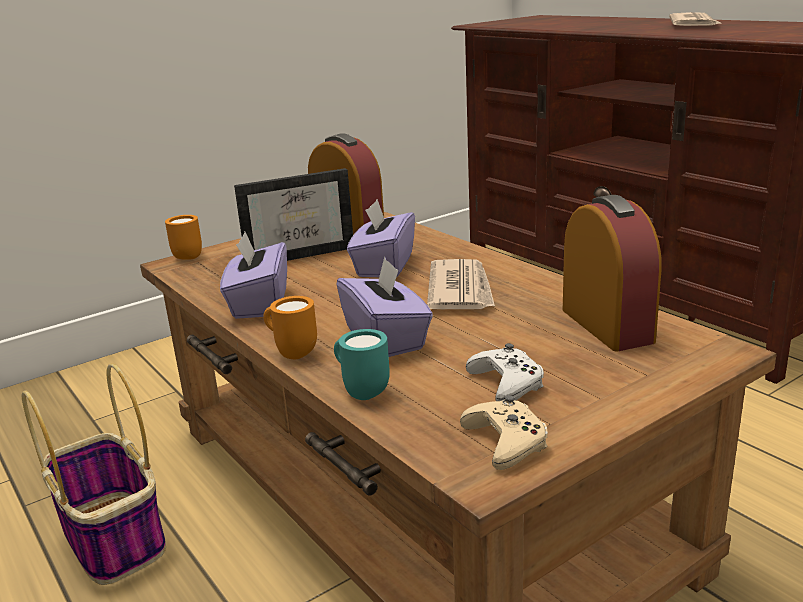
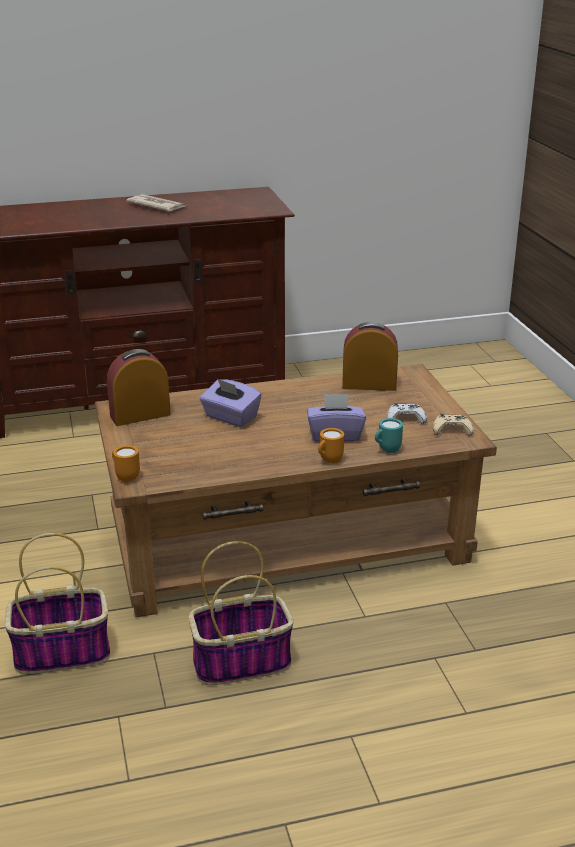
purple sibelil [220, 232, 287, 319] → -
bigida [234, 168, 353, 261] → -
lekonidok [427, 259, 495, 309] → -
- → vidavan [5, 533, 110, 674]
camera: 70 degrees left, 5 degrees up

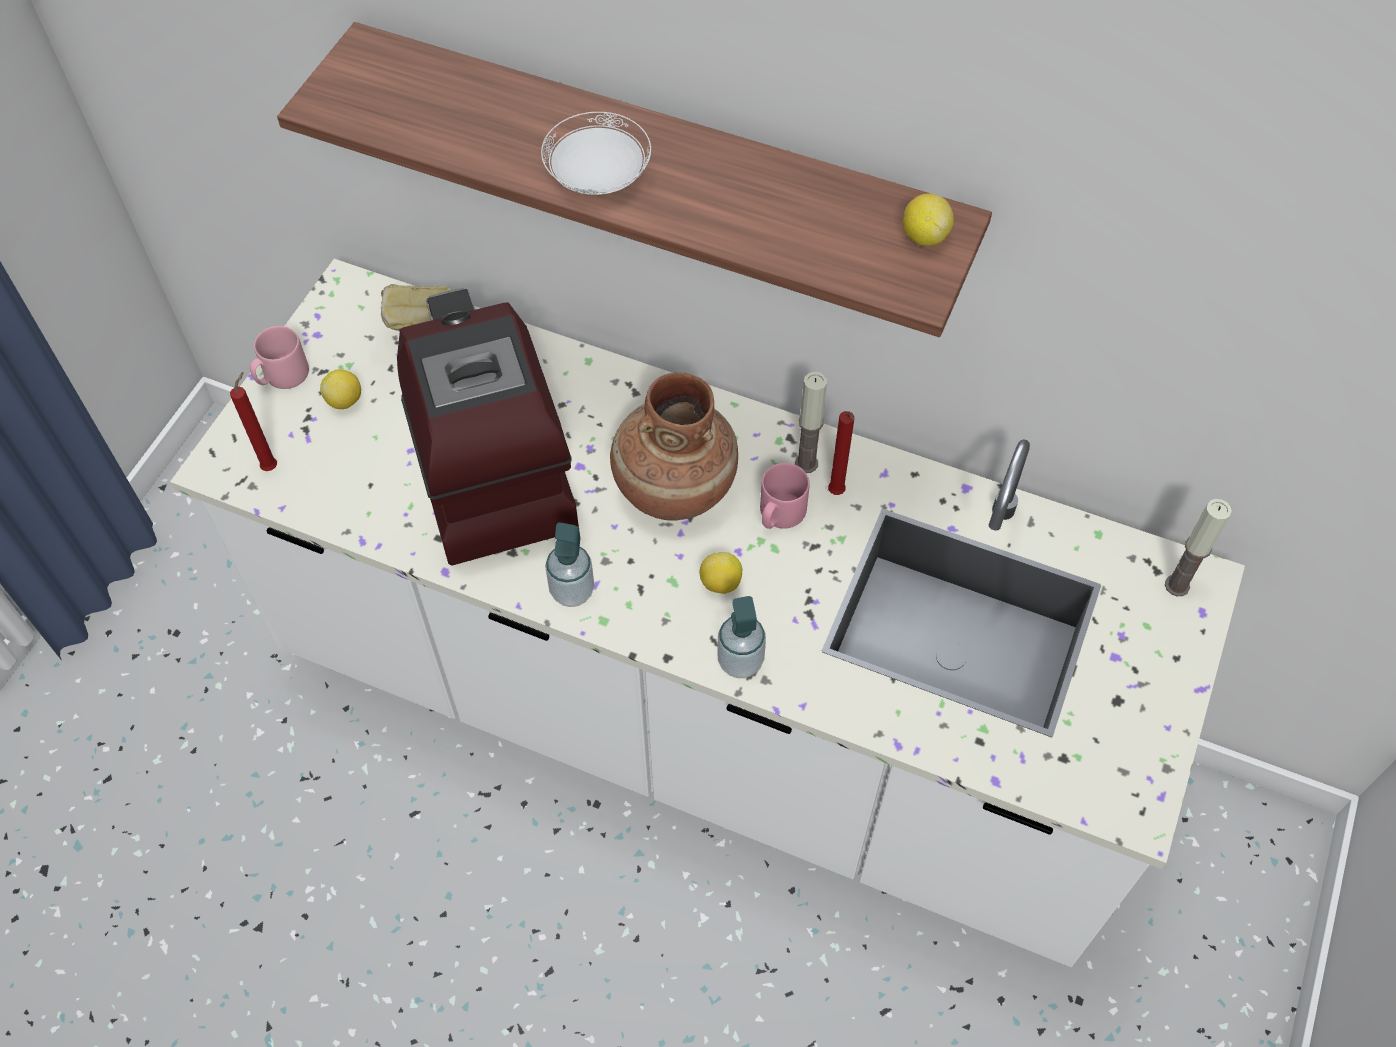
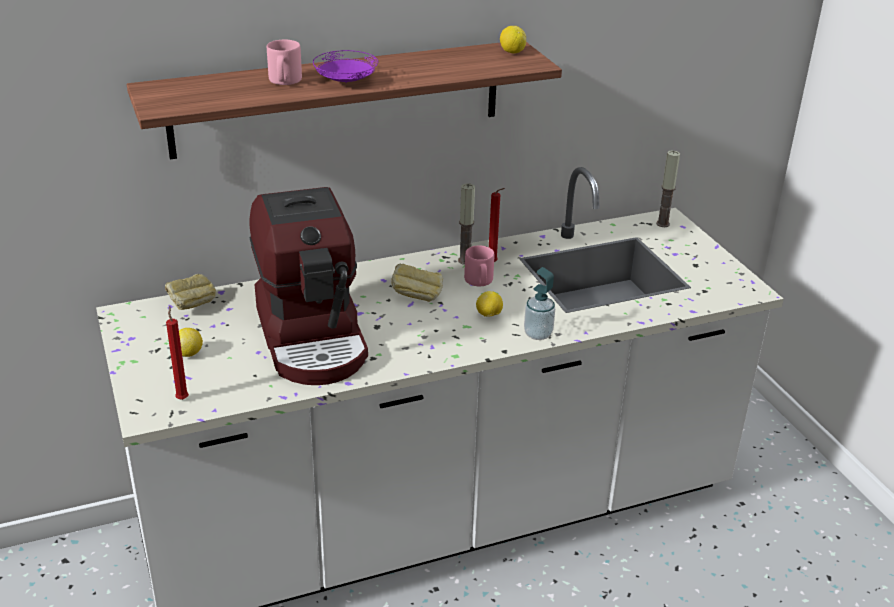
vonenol [545, 522, 594, 607] → -
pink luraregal [250, 326, 309, 389] → pink luraregal [267, 40, 302, 85], shifted
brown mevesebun [610, 372, 738, 521] → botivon [391, 264, 443, 302]
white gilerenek [541, 112, 651, 195] → purple gilerenek [313, 50, 378, 83]
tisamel [397, 288, 579, 565] → tisamel [250, 187, 368, 385], 135 degrees counterclockwise
camera: 45 degrees left, 25 degrees down

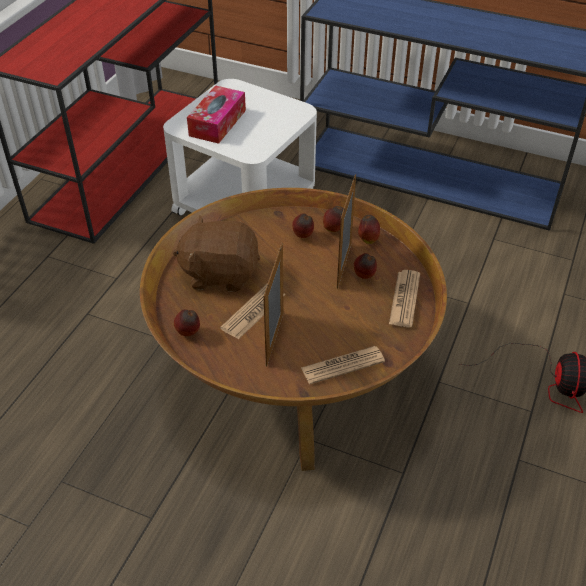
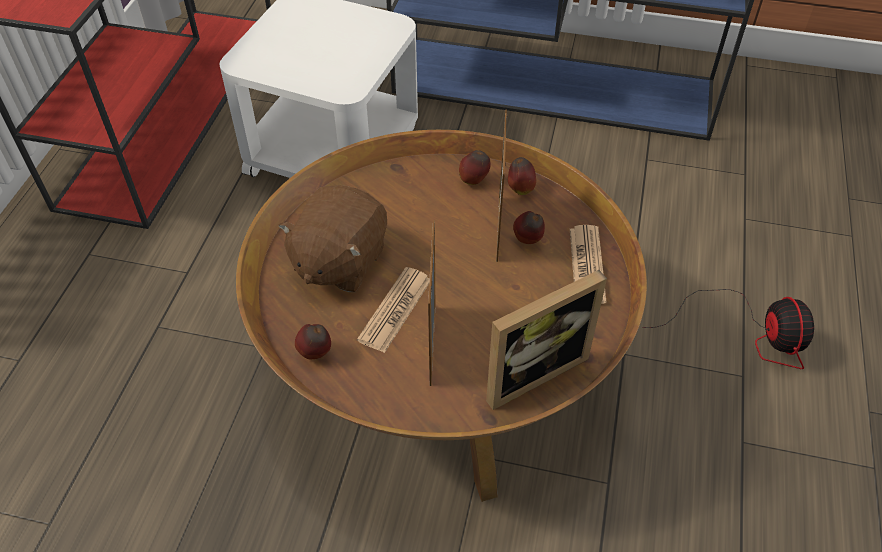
sibelil [187, 85, 246, 144] → -
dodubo [292, 213, 314, 238] → -
lekonidok [301, 346, 385, 384] → bigida [486, 270, 607, 410]
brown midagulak [172, 215, 260, 292] → brown midagulak [278, 185, 387, 292], 60 degrees counterclockwise
camera: 10 degrees left, 5 degrees up

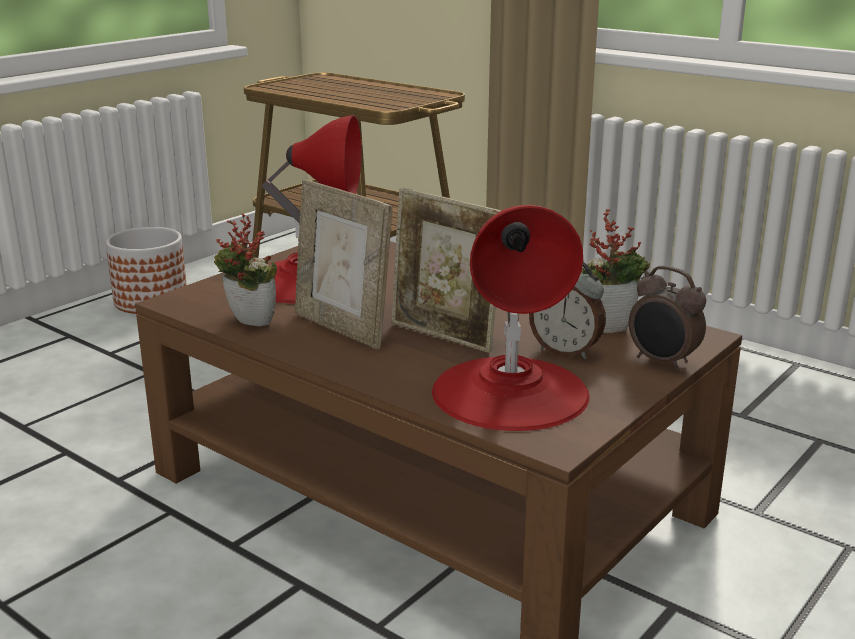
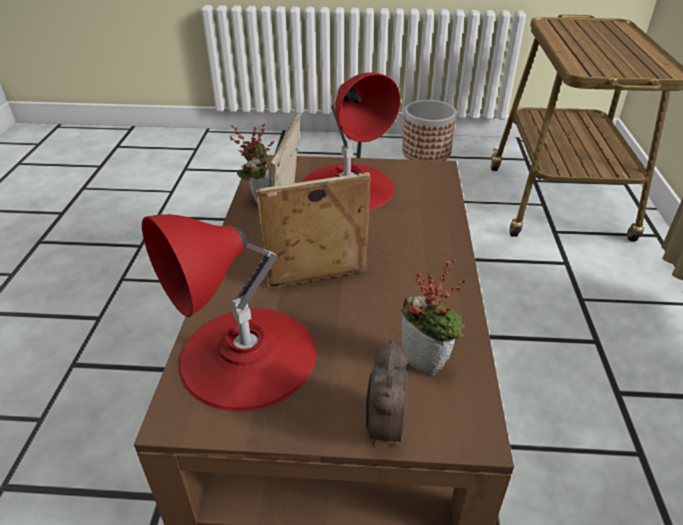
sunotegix [529, 261, 606, 359] → -
bigida [392, 188, 502, 353] → bigida [256, 172, 370, 288], 75 degrees clockwise
camera: 55 degrees right, 15 degrees up

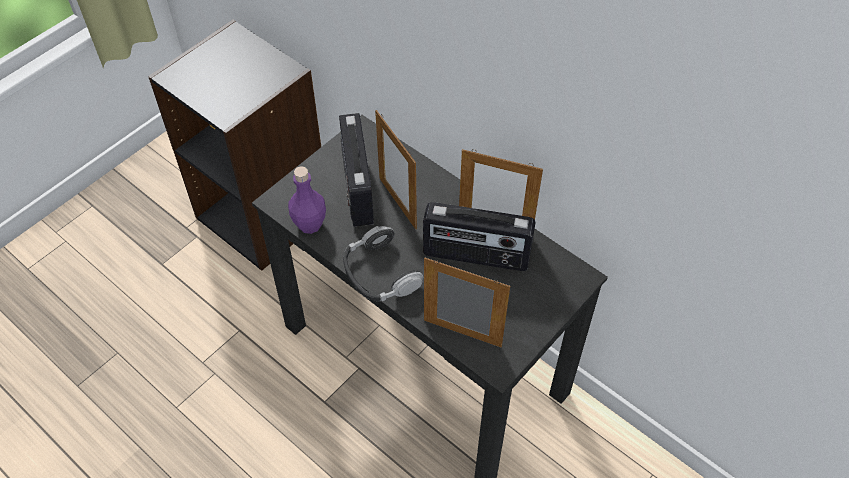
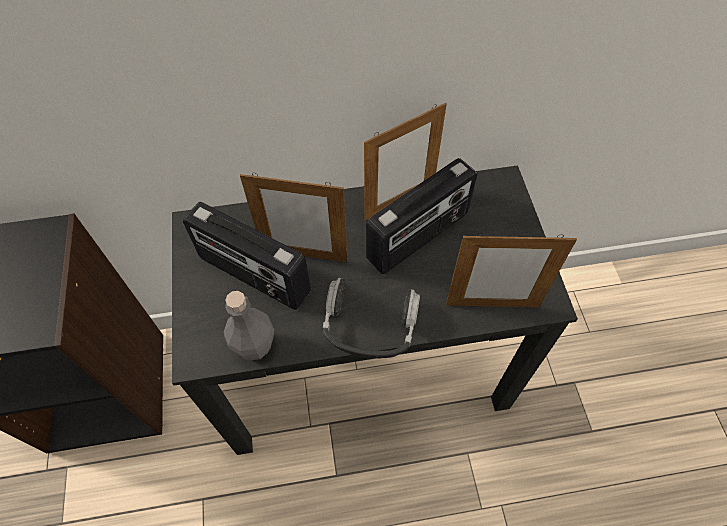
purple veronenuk [288, 166, 326, 234] → grey veronenuk [224, 291, 274, 360]
bigida [424, 257, 510, 347] → bigida [446, 233, 577, 307], 150 degrees counterclockwise
camera: 50 degrees left, 5 degrees up

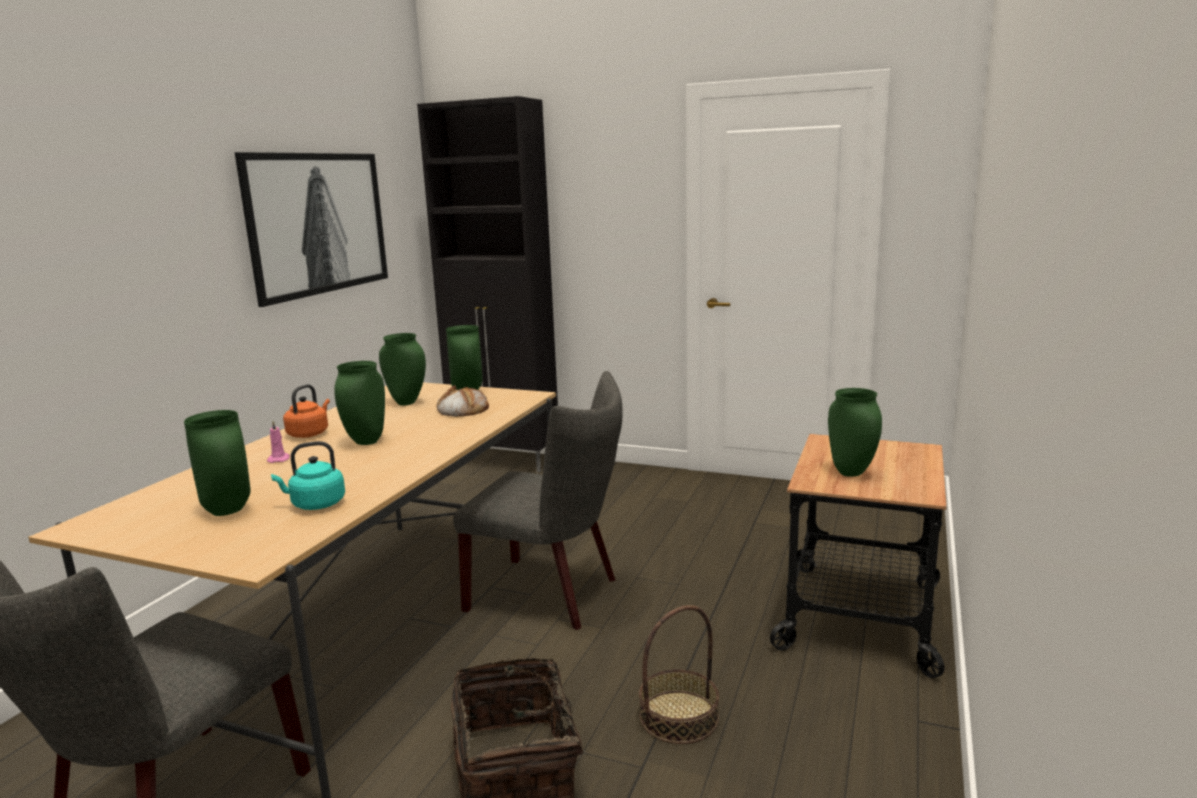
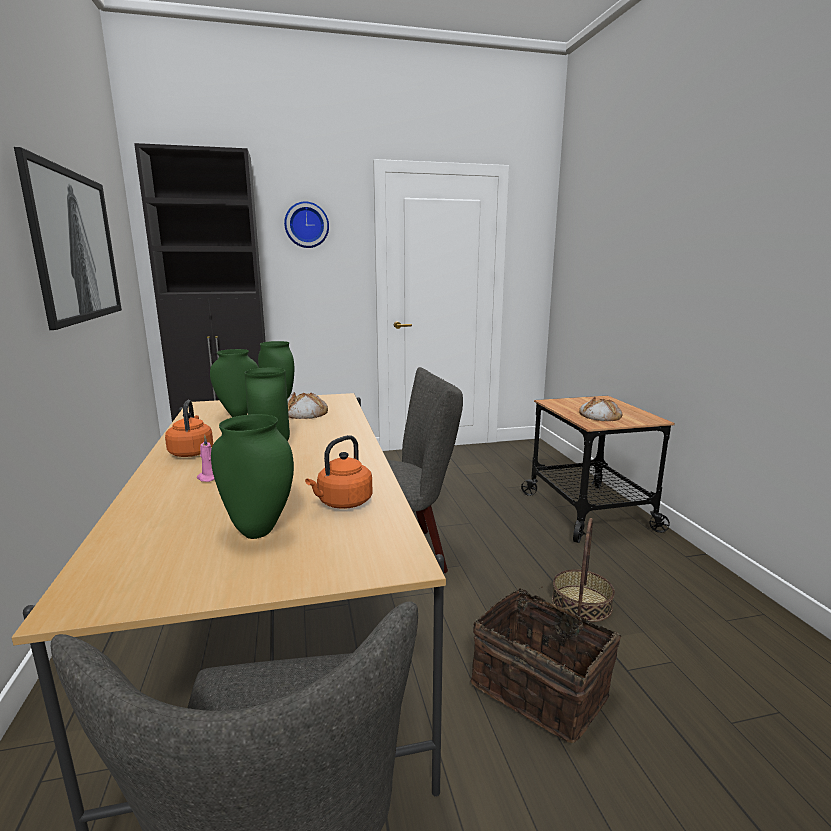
- → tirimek [284, 201, 329, 248]
green mevesebun [828, 388, 882, 477] → botivon [579, 397, 622, 421]
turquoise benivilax [271, 441, 345, 510] → orange benivilax [305, 435, 373, 509]
camera: 35 degrees left, 0 degrees up

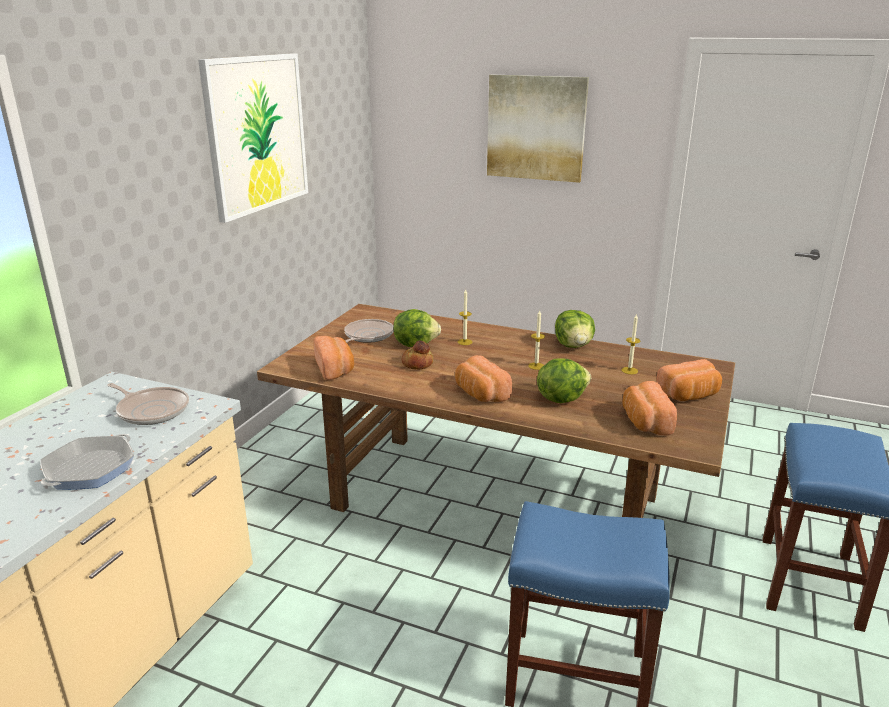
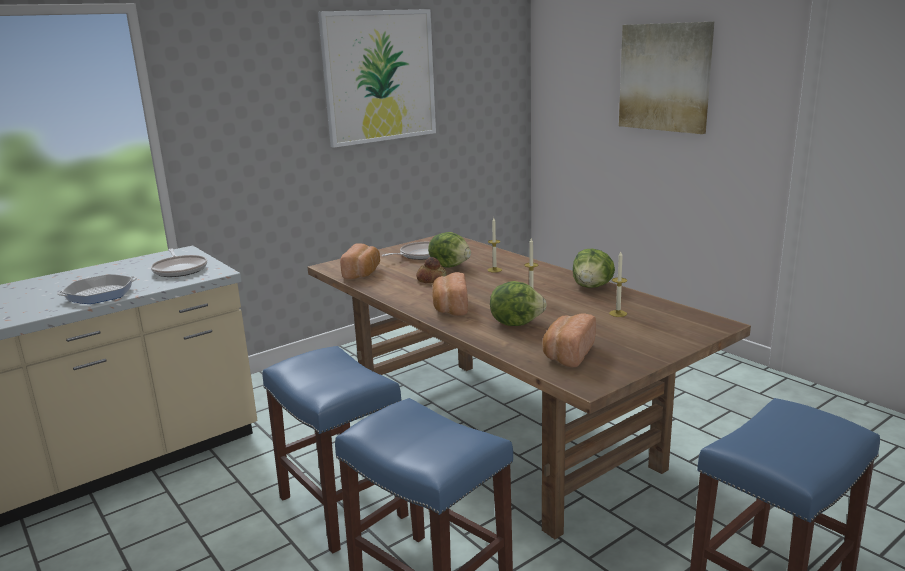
botivon [656, 359, 722, 401] → -
- → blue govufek [263, 346, 409, 554]
camera: 30 degrees right, 5 degrees down

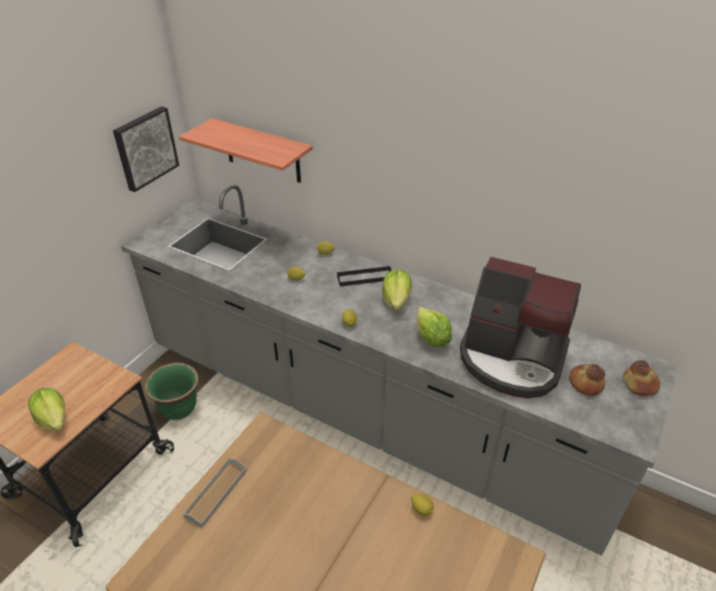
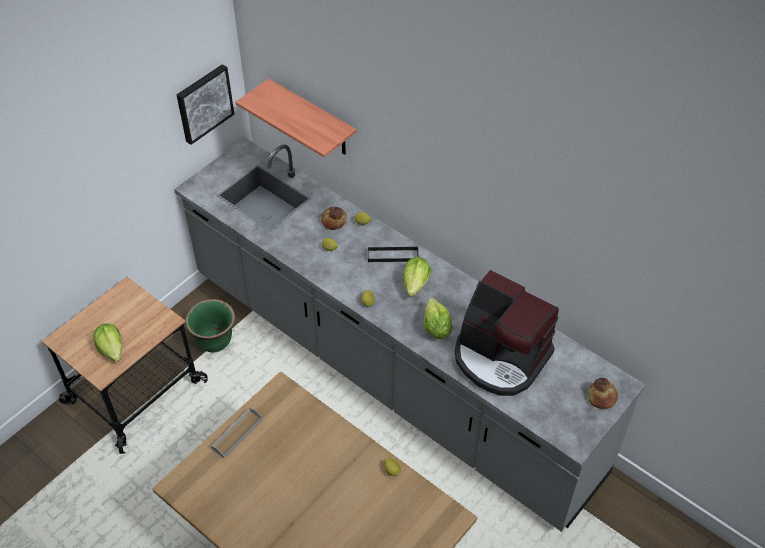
botivon [569, 364, 605, 396] → botivon [321, 207, 347, 230], shifted
camera: 10 degrees right, 10 degrees up

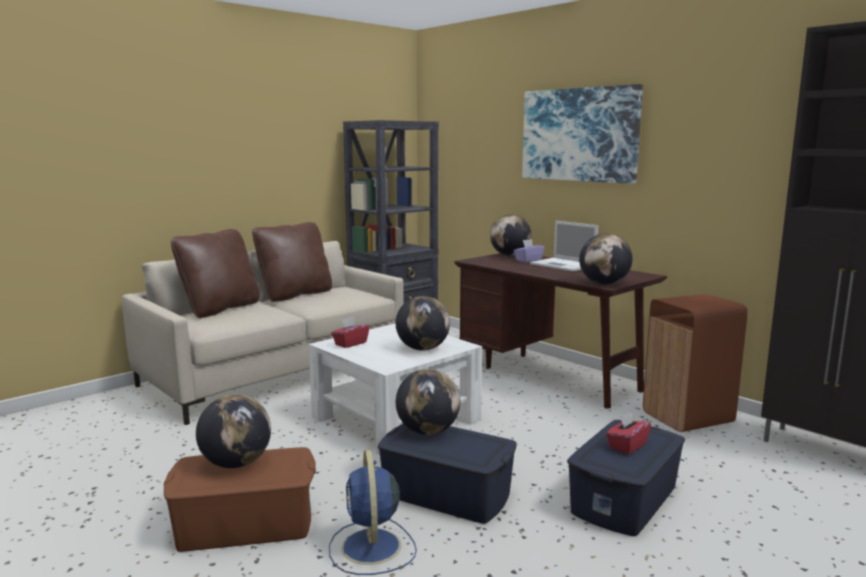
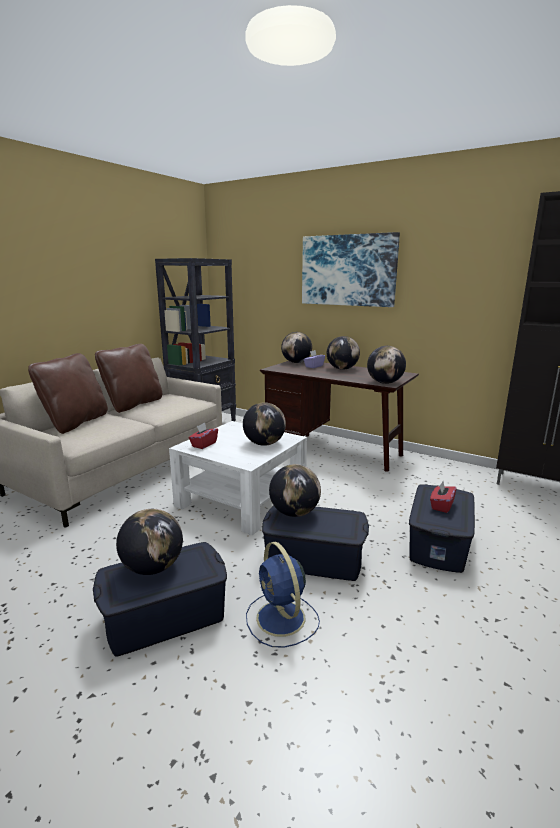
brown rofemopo [643, 294, 748, 432] → -
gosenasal [530, 221, 598, 272] → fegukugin [327, 336, 360, 370]
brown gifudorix [164, 447, 316, 552] → blue gifudorix [93, 542, 227, 657]
camera: 15 degrees left, 5 degrees up

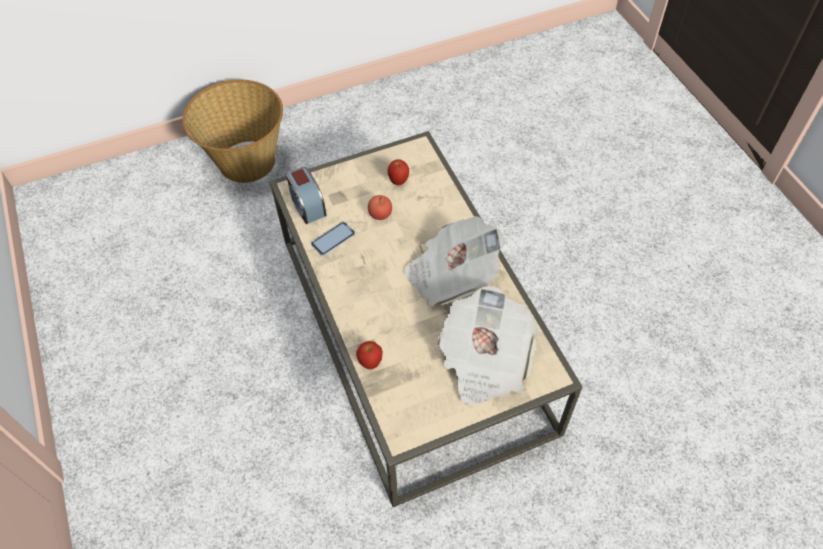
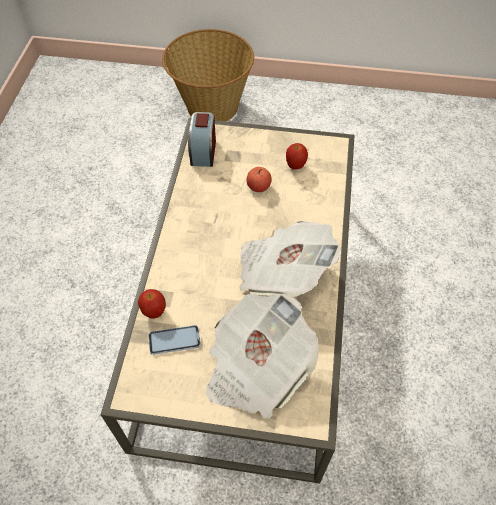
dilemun [311, 222, 355, 256] → dilemun [148, 325, 201, 355], shifted
camera: 30 degrees right, 0 degrees up

